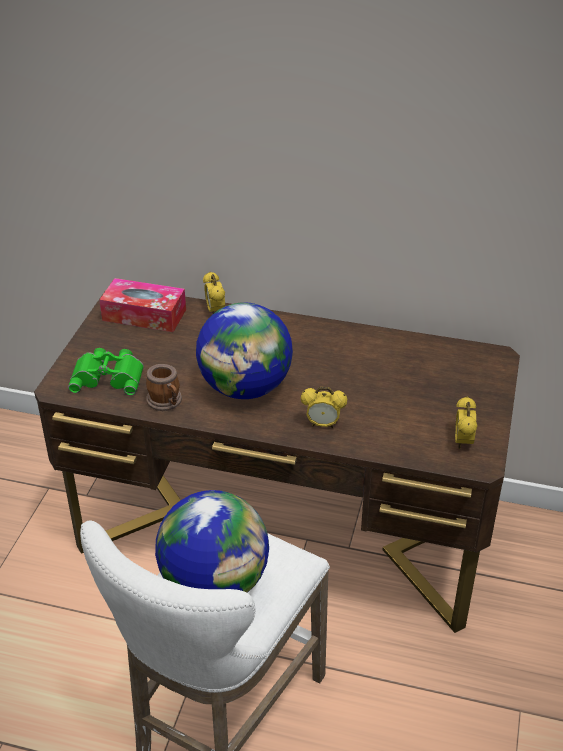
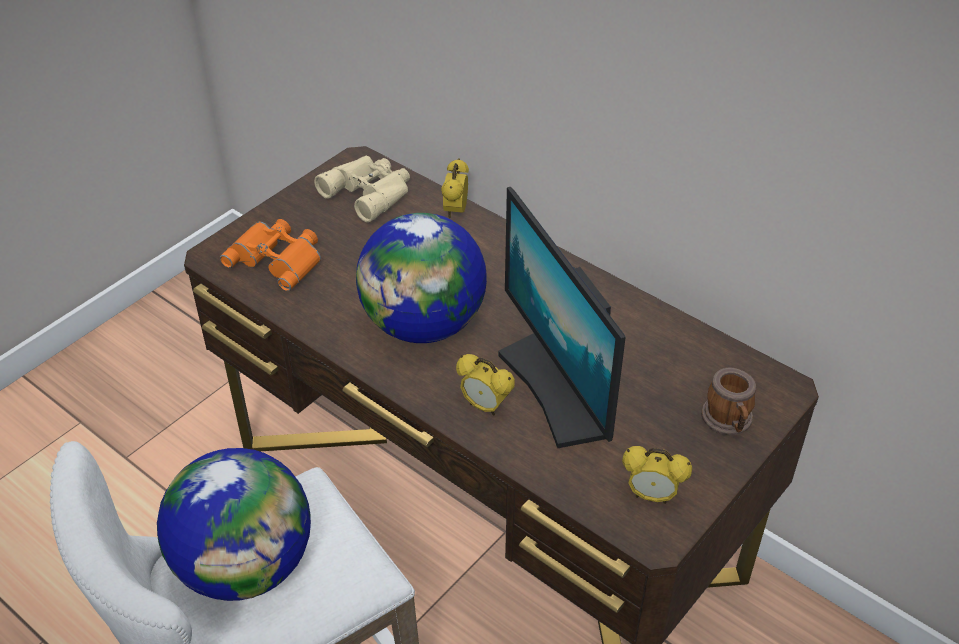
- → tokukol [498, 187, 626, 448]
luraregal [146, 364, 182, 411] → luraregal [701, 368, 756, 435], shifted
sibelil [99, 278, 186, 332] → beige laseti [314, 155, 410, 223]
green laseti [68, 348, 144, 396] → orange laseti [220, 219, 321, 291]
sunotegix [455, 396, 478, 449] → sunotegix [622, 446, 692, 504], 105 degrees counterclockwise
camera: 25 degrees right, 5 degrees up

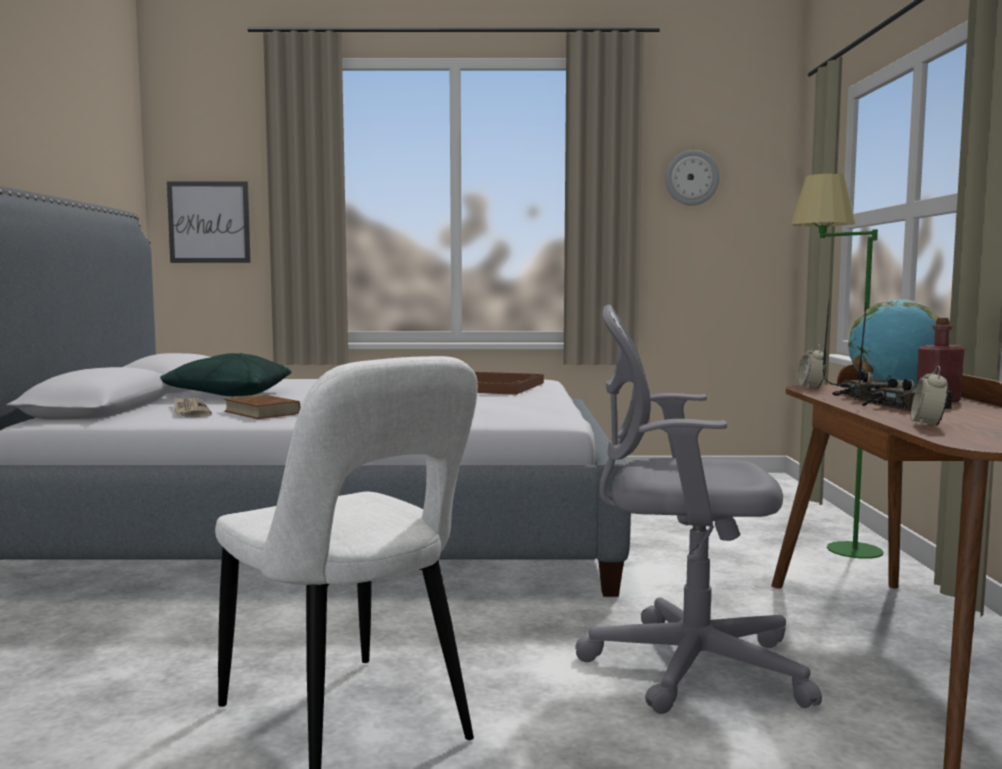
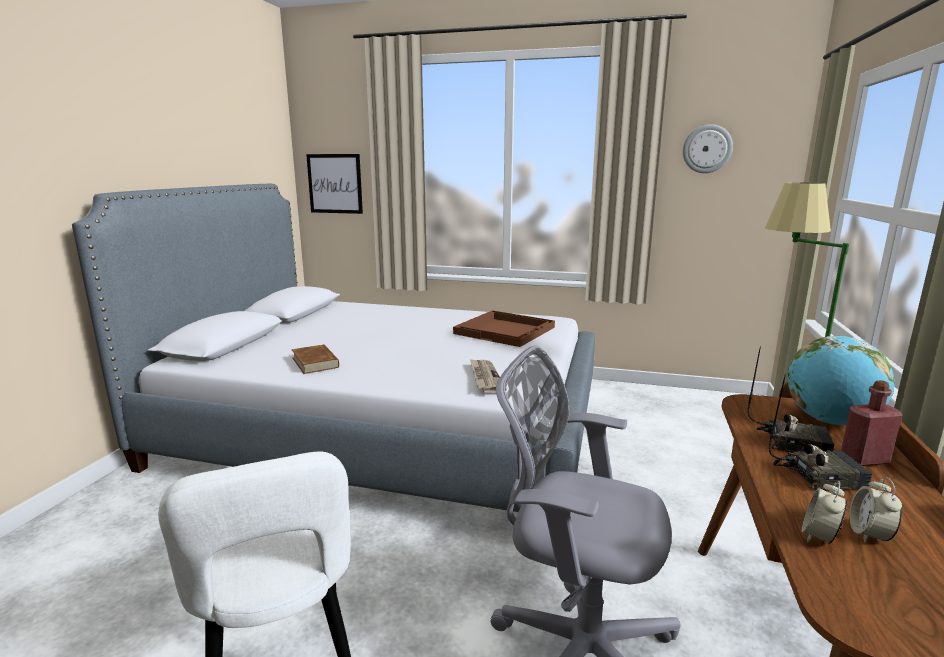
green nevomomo [160, 353, 291, 396] → -
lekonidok [174, 397, 212, 417] → lekonidok [470, 359, 507, 392], shifted
sunotegix [797, 344, 826, 388] → sunotegix [849, 477, 902, 543], shifted
camera: 15 degrees right, 10 degrees up

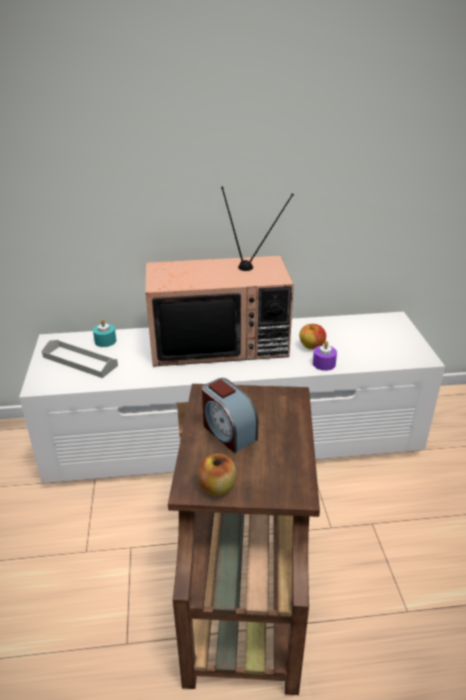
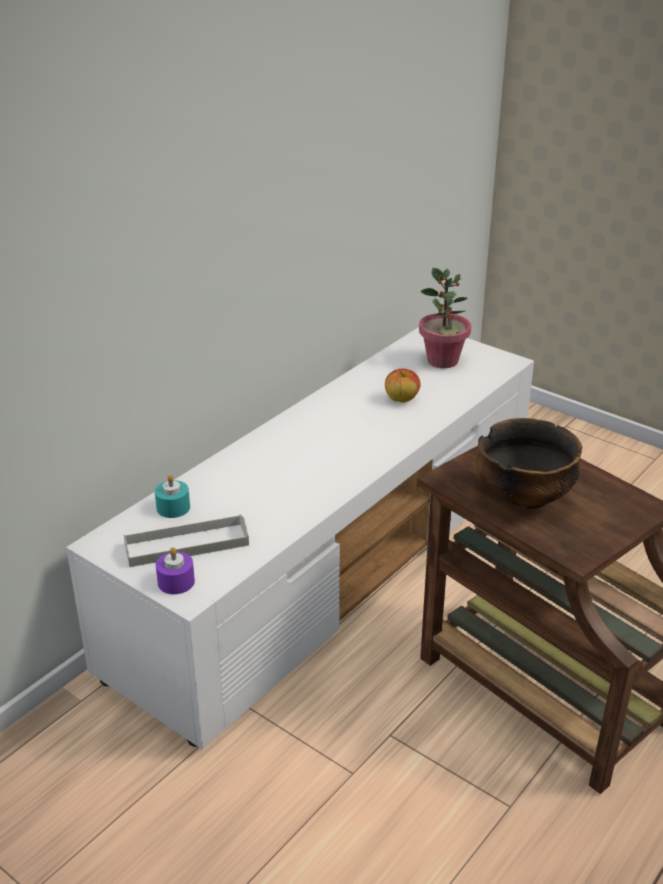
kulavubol [145, 186, 294, 367] → -
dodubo [198, 453, 236, 496] → -
- → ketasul [419, 268, 471, 368]
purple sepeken [313, 341, 337, 371] → purple sepeken [156, 547, 195, 594], shifted
sunotegix [202, 378, 258, 453] → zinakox [476, 418, 582, 509]
camera: 45 degrees left, 0 degrees up

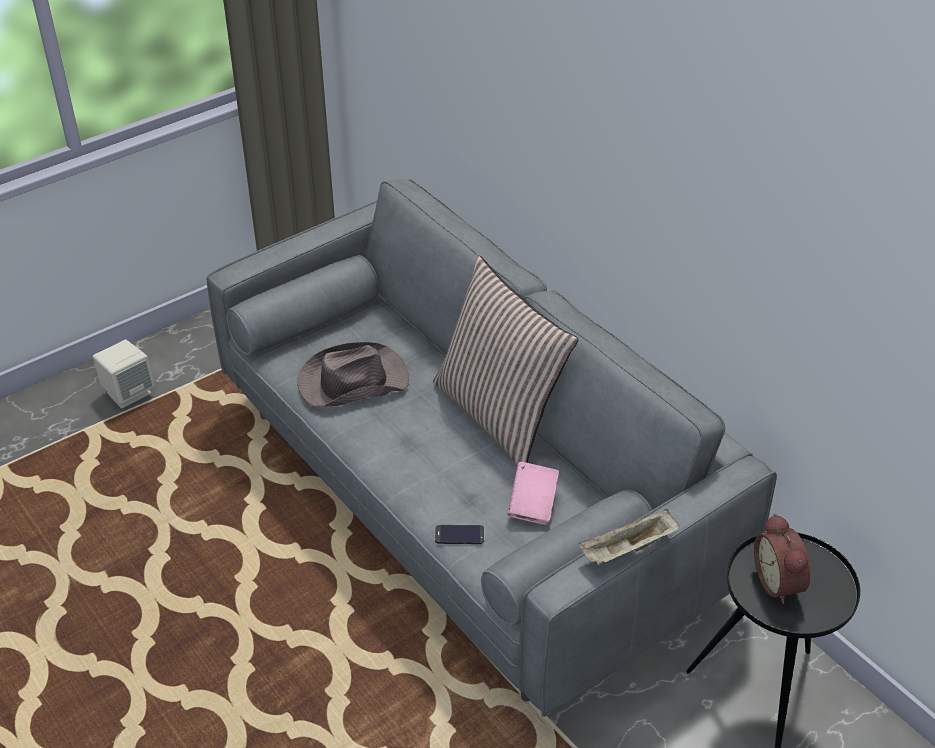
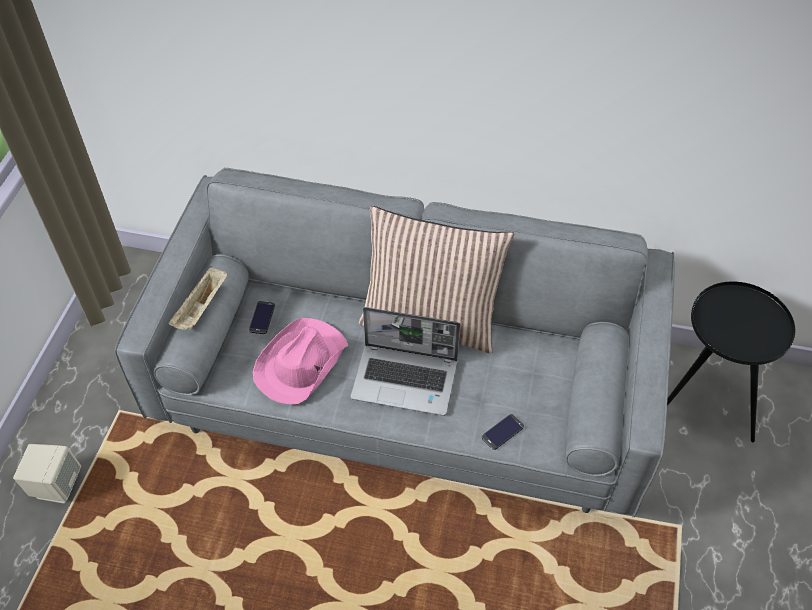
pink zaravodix [507, 462, 559, 525] → -
sunotegix [754, 514, 810, 604] → -
- → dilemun [249, 301, 275, 334]
- → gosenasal [351, 307, 460, 416]
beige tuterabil [579, 509, 679, 565] → beige tuterabil [168, 266, 227, 330], shifted
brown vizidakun [297, 342, 409, 407] → pink vizidakun [253, 318, 348, 404]
camera: 40 degrees left, 10 degrees up

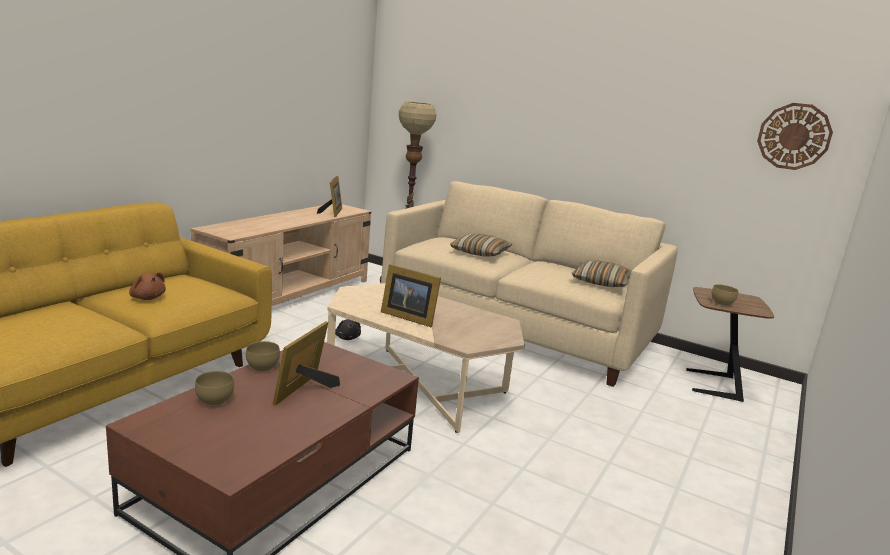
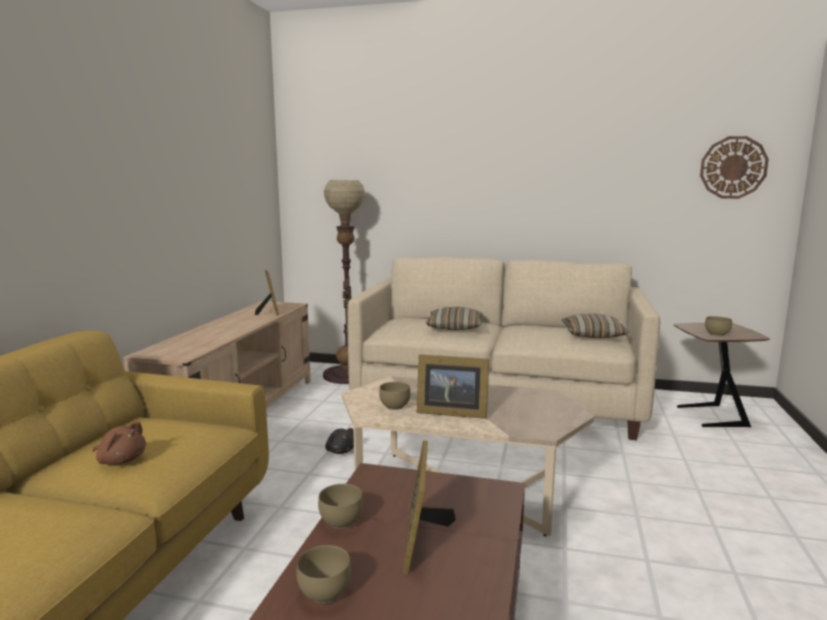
- → brown zinakox [379, 382, 411, 410]
camera: 15 degrees left, 5 degrees down

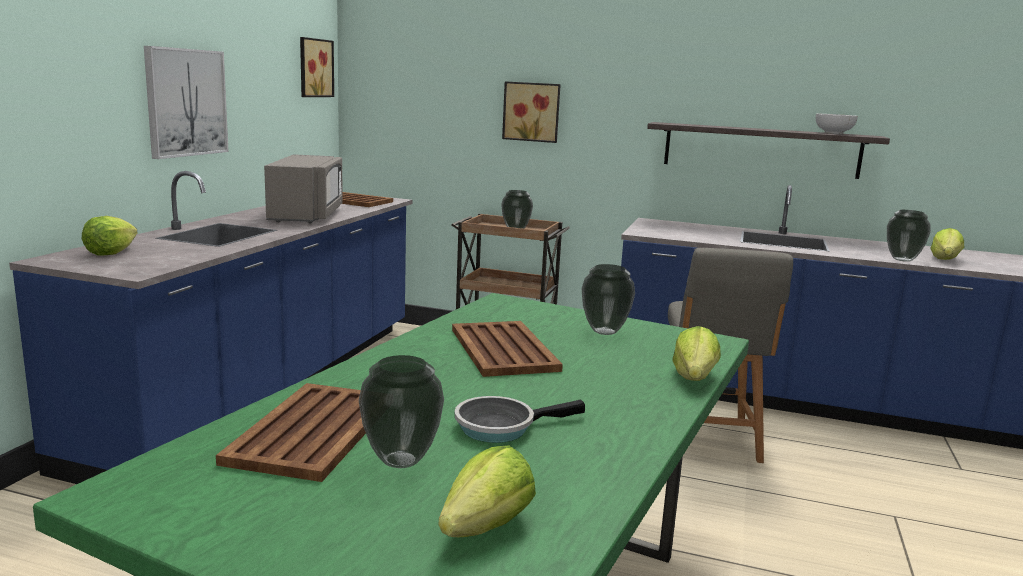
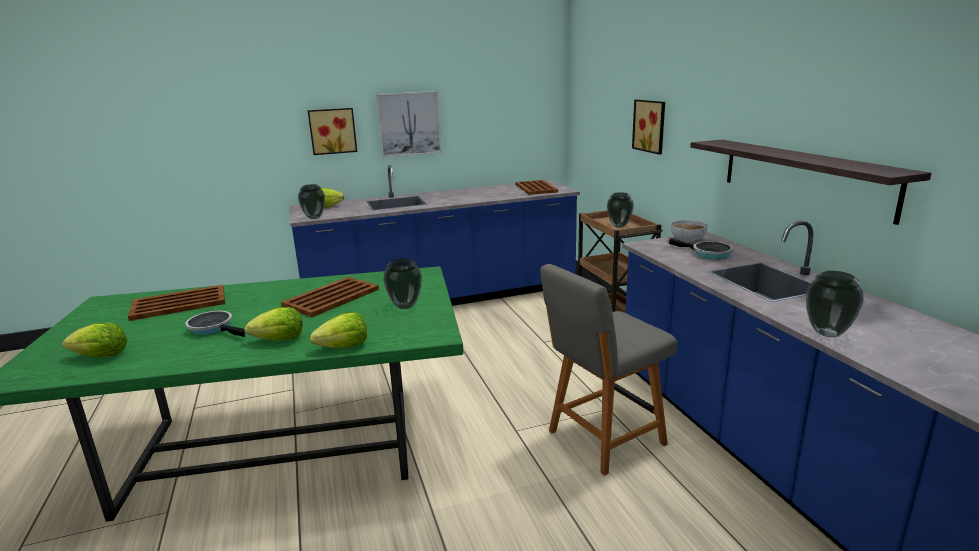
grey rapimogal [264, 154, 343, 223] → -
- → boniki [669, 238, 733, 259]
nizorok [300, 37, 334, 97] → nizorok [308, 108, 357, 155], shifted
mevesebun [359, 355, 444, 468] → mevesebun [298, 184, 325, 219], shifted
zinakox [816, 114, 858, 134] → zinakox [670, 220, 708, 243], shifted
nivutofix [930, 228, 964, 260] → nivutofix [245, 307, 303, 341], shifted
camera: 55 degrees right, 5 degrees up

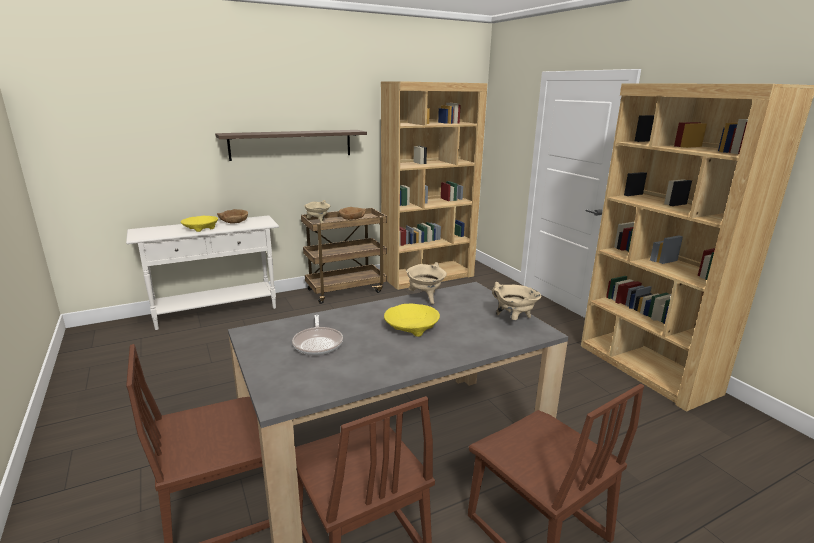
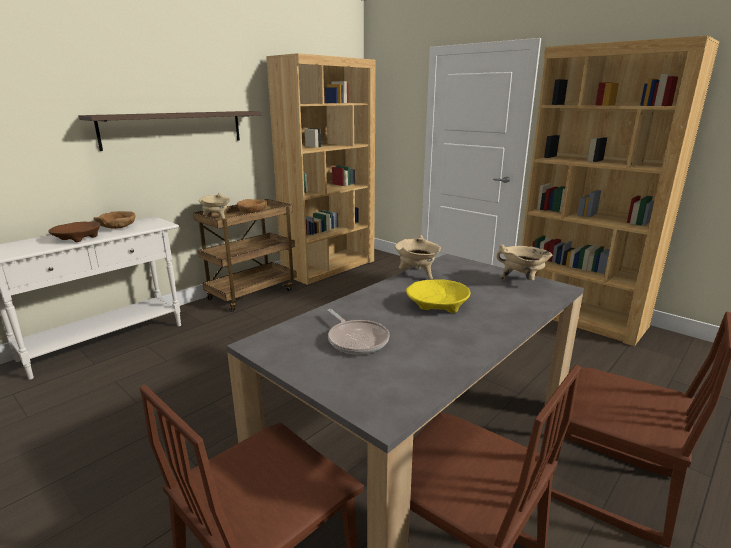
yellow zinakox [181, 216, 218, 232] → brown zinakox [48, 221, 101, 242]
camera: 20 degrees left, 0 degrees up

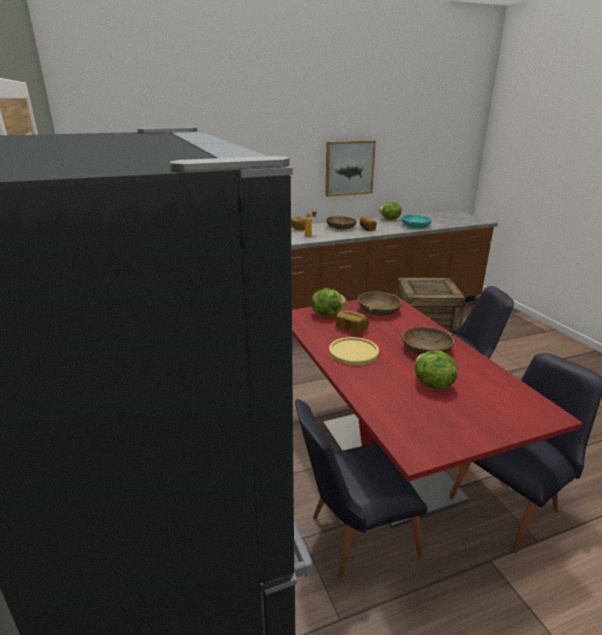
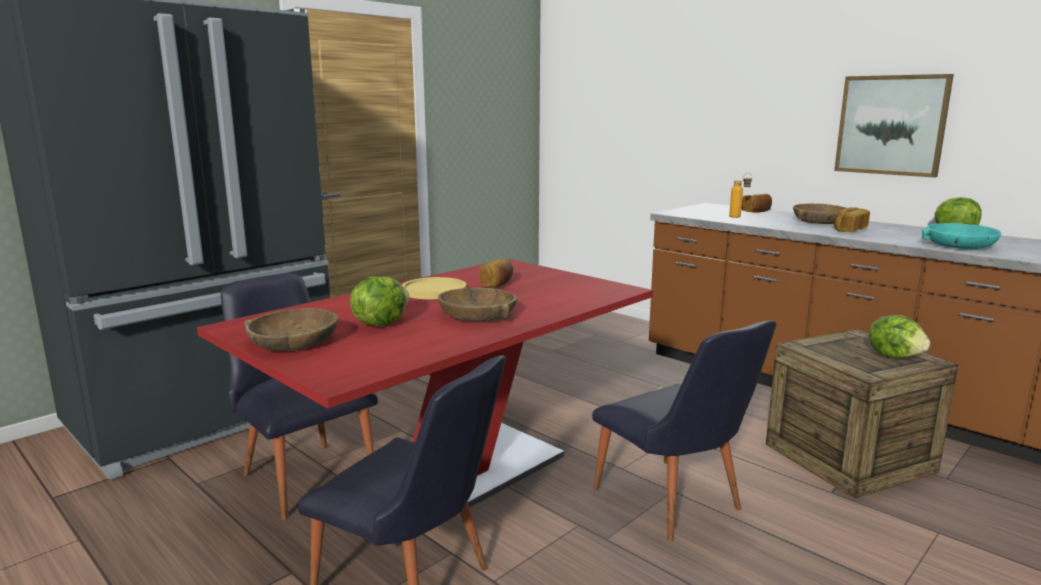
nivutofix [311, 288, 347, 317] → nivutofix [869, 315, 930, 359], shifted
brown zinakox [358, 291, 402, 316] → brown zinakox [244, 308, 339, 351], shifted
camera: 65 degrees right, 10 degrees down

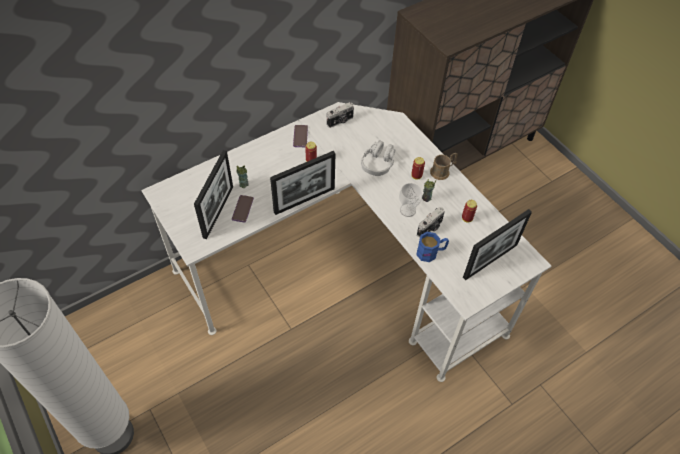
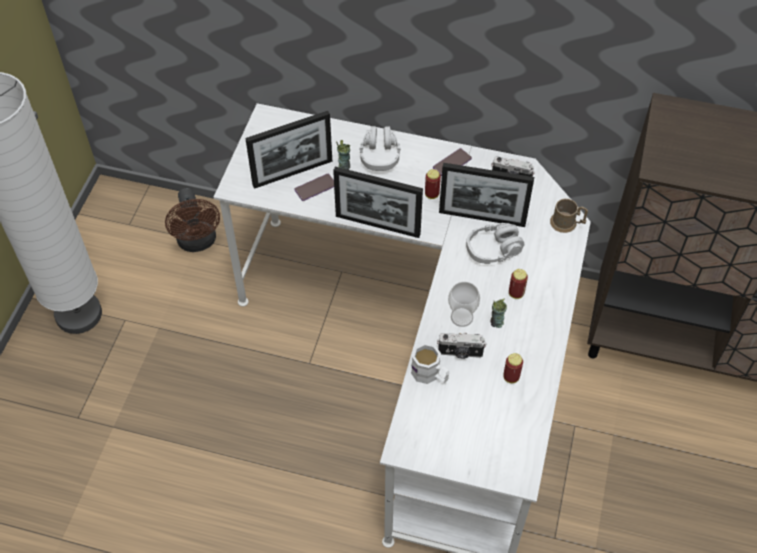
- → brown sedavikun [165, 188, 220, 252]
- → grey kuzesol [359, 126, 401, 171]
brown luraregal [430, 153, 458, 180] → brown luraregal [550, 199, 588, 233], shifted
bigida [463, 209, 532, 280] → bigida [439, 163, 534, 227], shifted
blue luraregal [416, 232, 449, 262] → white luraregal [411, 343, 450, 384]
camera: 50 degrees right, 0 degrees up

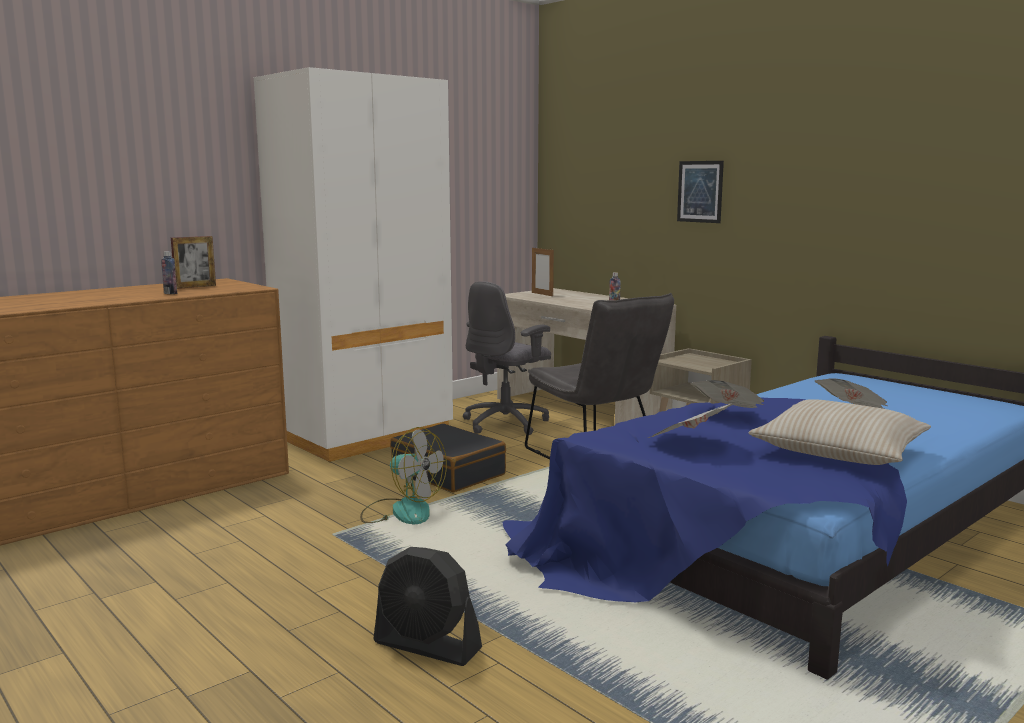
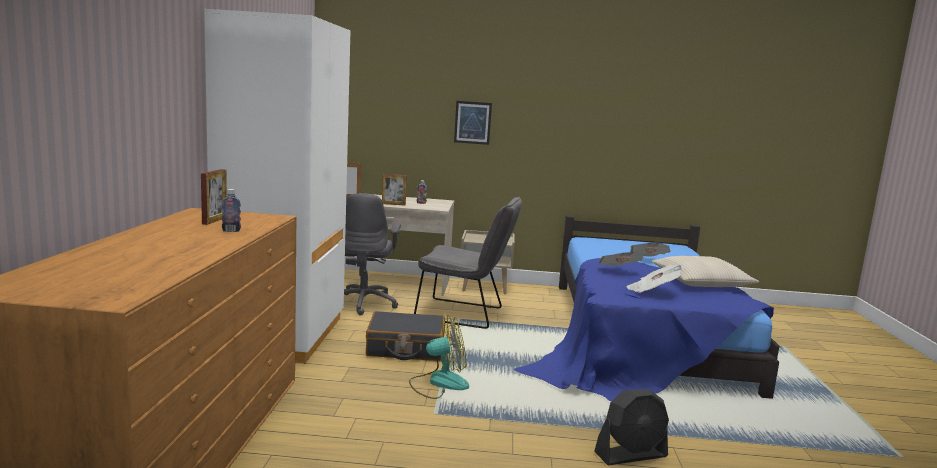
- → bigida [382, 174, 407, 206]
camera: 45 degrees left, 0 degrees up

